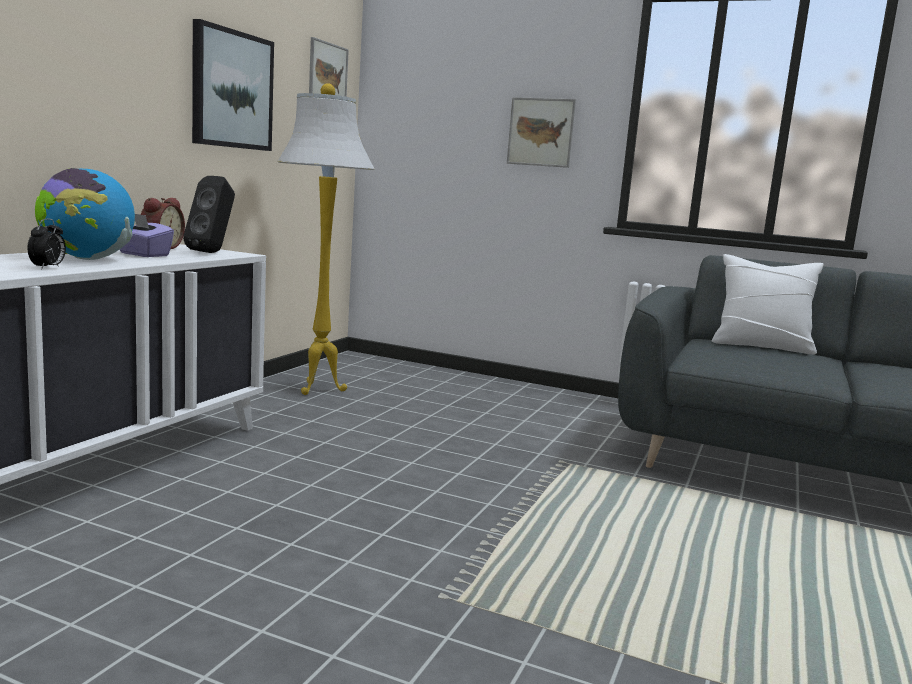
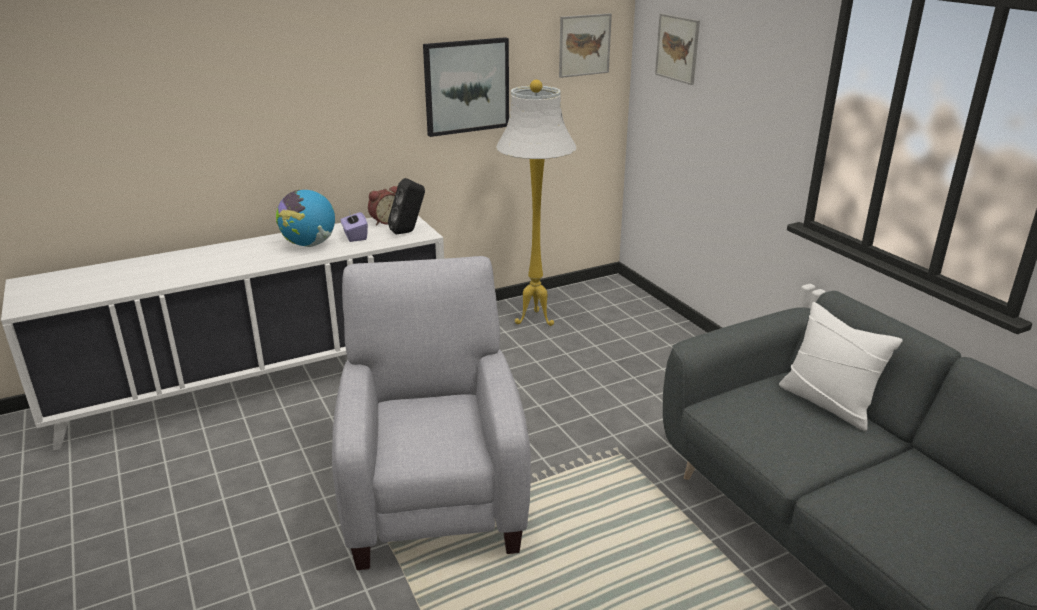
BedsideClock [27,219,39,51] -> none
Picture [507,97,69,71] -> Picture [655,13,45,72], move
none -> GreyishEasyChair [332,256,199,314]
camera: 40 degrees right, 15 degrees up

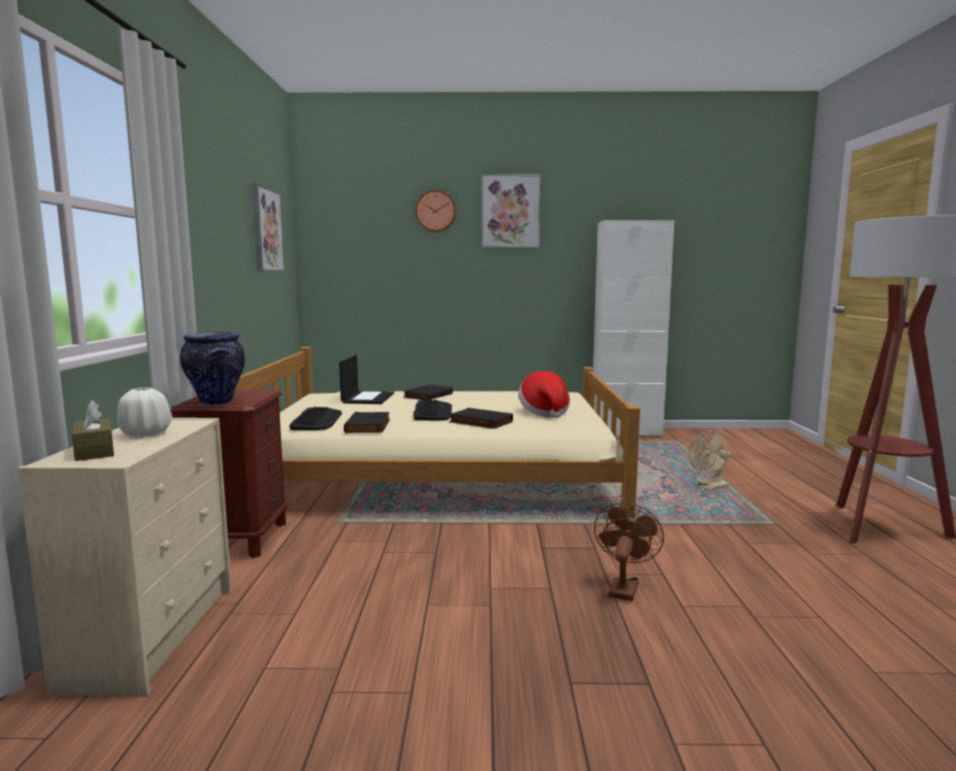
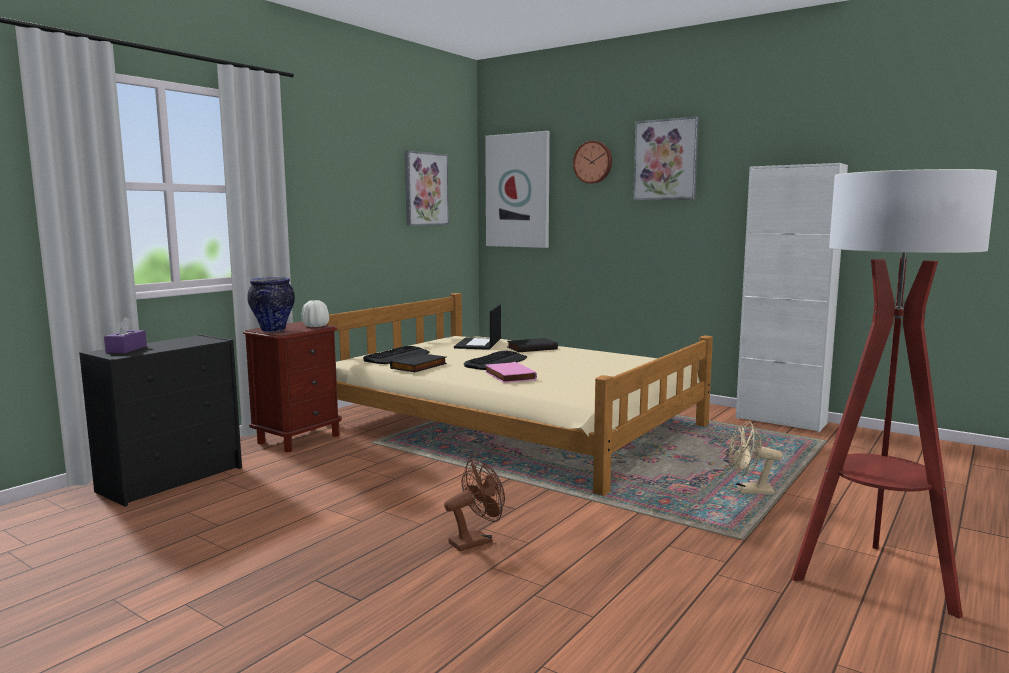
SandColouredDresser [17,418,215,278] -> BlackDresser [79,334,163,173]
BrownishTissueBox [72,400,42,61] -> PurpleTissueBox [104,317,43,36]
WhiteDecorativeVase [117,388,54,49] -> WhiteDecorativeVase [301,300,28,27], move
NotebookComputer [339,355,55,49] -> NotebookComputer [454,304,47,46], 150 degrees clockwise
BlackBoundBook [449,408,64,21] -> PinkBoundBook [485,362,52,21]
Hat [518,371,52,47] -> none
none -> Picture [485,131,65,117]
camera: 35 degrees right, 0 degrees up

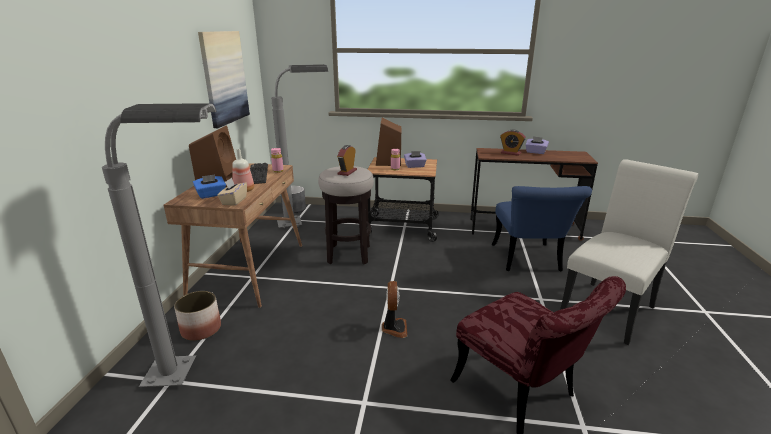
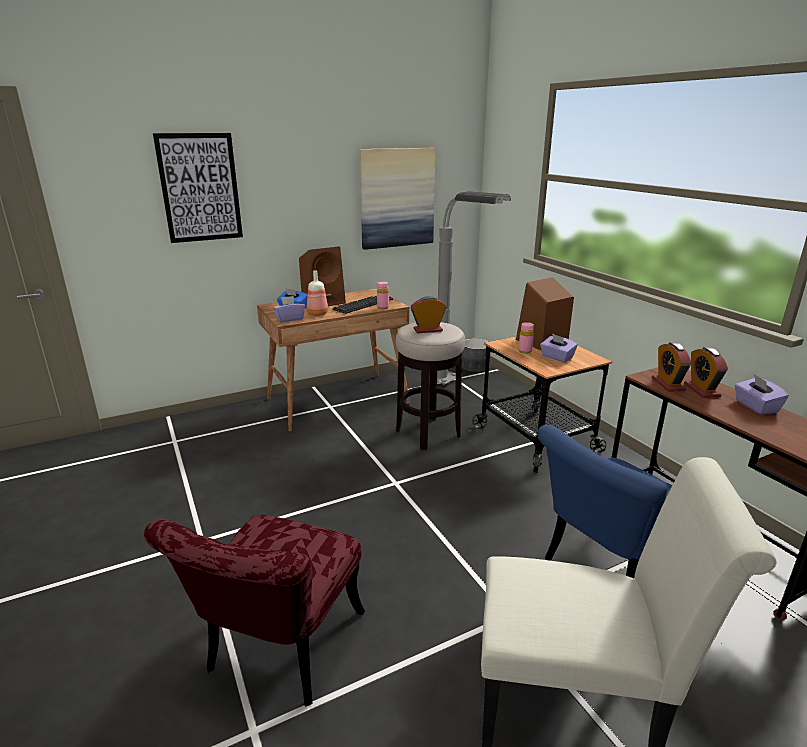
GreyishFloorLamp [102,103,115,284] -> none
Planter [174,291,47,50] -> none
SandColouredTissueBox [217,178,30,28] -> PurpleTissueBox [273,296,32,26]
CoolingFan [382,281,25,57] -> none
none -> Picture [153,133,90,110]
none -> BedsideClock [652,342,39,50]
camera: 55 degrees right, 0 degrees up

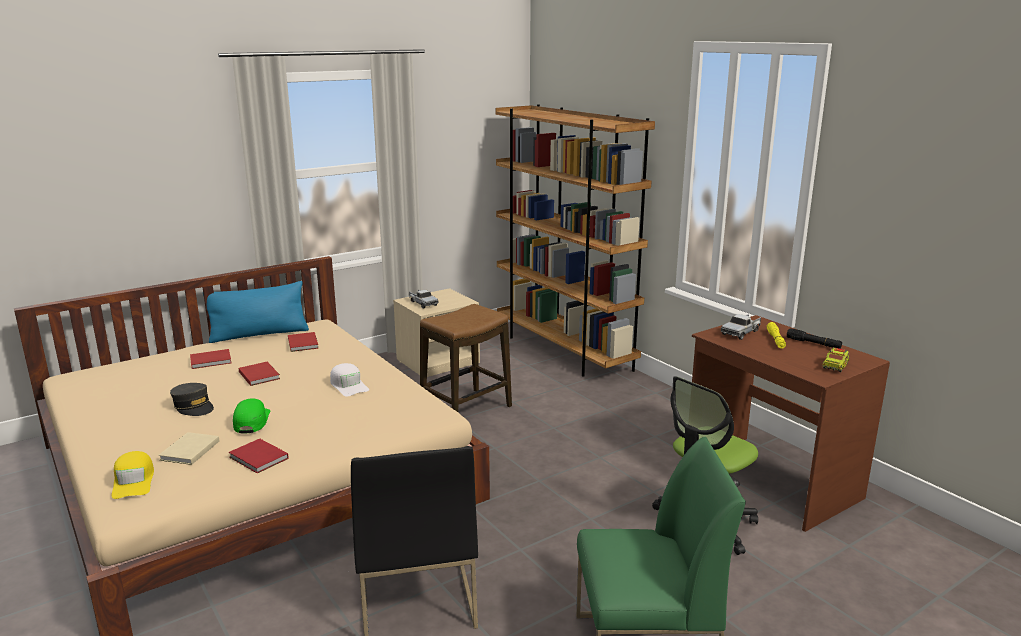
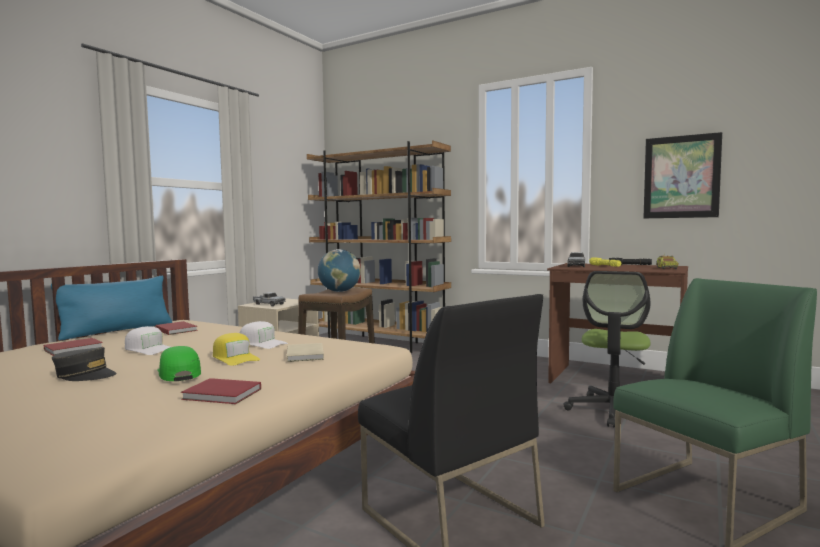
YellowColouredCap [112,451,42,48] -> YellowColouredCap [213,333,47,33], move
SandColouredBoundBook [159,432,60,33] -> SandColouredBoundBook [287,343,37,19], move
RedBoundBook [239,362,41,24] -> WhiteCap [125,326,45,29]
none -> Globe [318,249,43,43]
none -> Picture [644,132,78,86]
camera: 25 degrees left, 15 degrees down

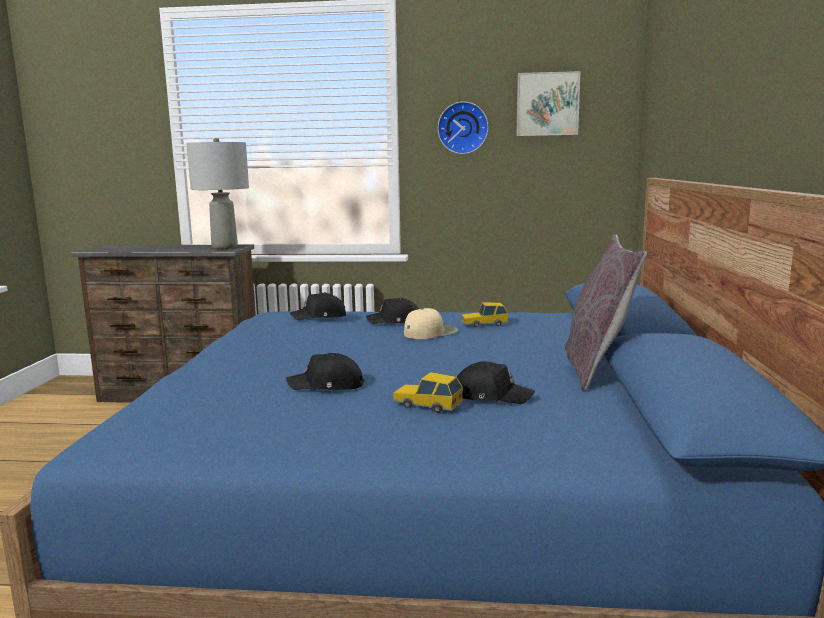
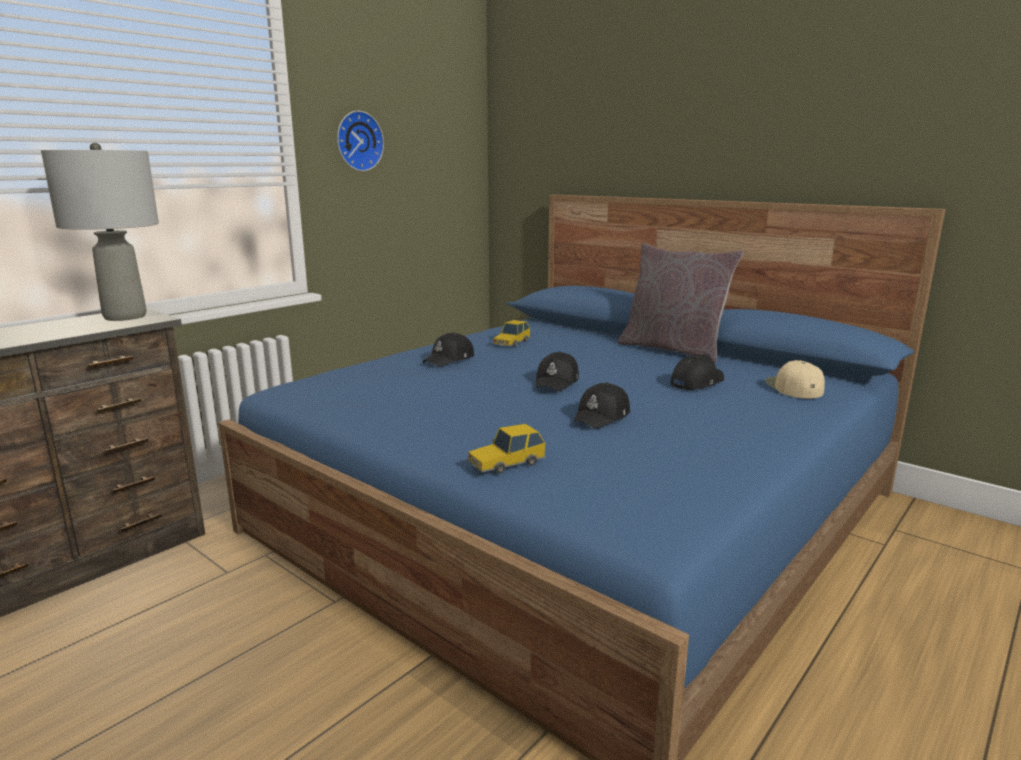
BlackCap [290,292,56,28] -> BlackCap [536,351,43,41], move
ModelCar [392,372,72,41] -> ModelCar [467,424,79,49], move
SandColouredCap [404,308,54,31] -> SandColouredCap [765,360,60,39], move
Picture [517,71,64,65] -> none
camera: 55 degrees left, 5 degrees up

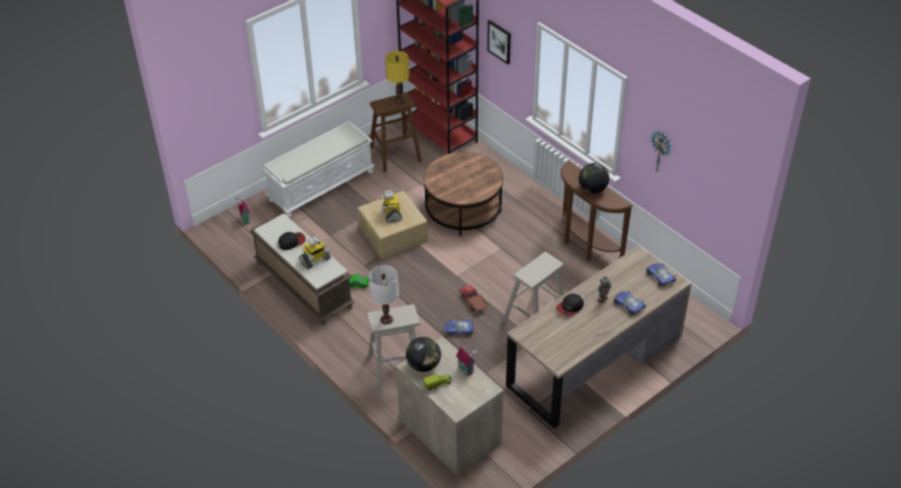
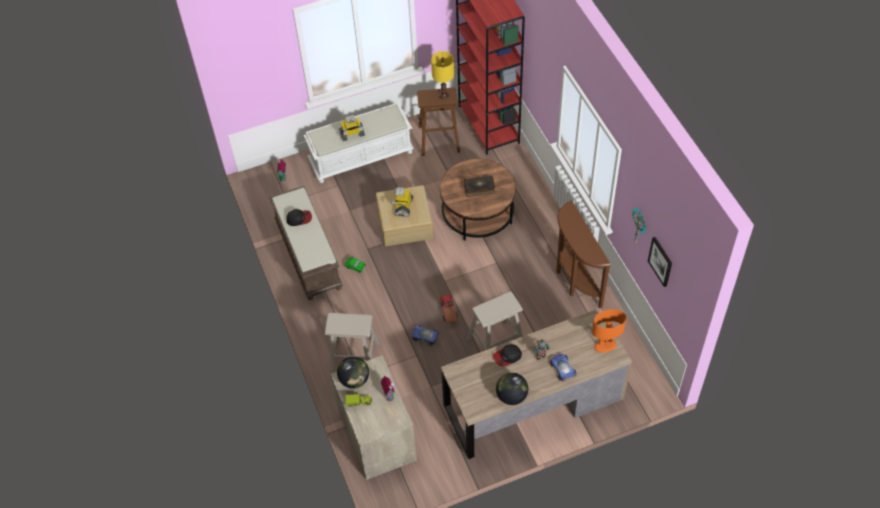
ToyRobot [299,236,32,34] -> ToyRobot [339,115,26,26], move
WhiteTabletopLamp [369,265,30,60] -> none
Picture [487,20,24,44] -> Picture [648,237,24,50], move
Globe [579,163,30,30] -> Globe [496,373,32,32], move
ModelCar [646,263,30,24] -> OrangeyTabletopLamp [592,309,34,43]
none -> BoundBook [464,175,31,22]
camera: 20 degrees right, 10 degrees up

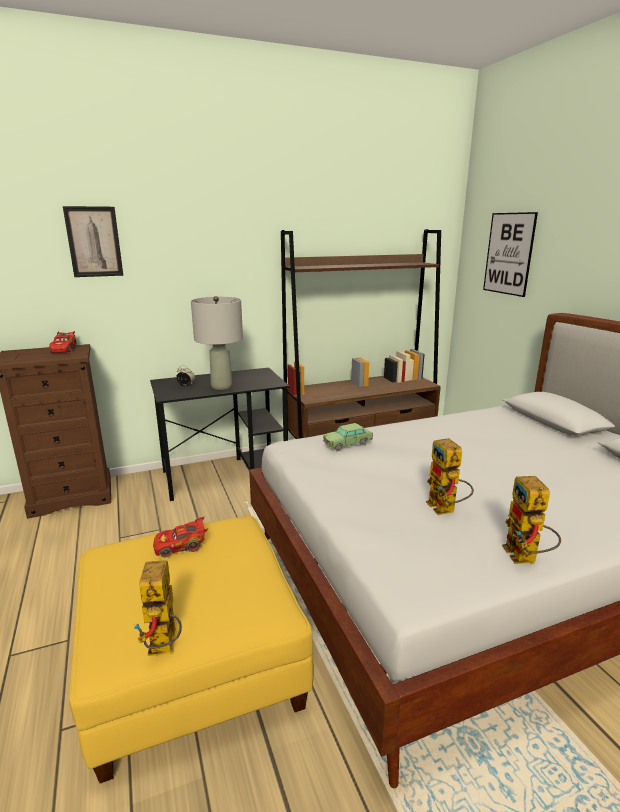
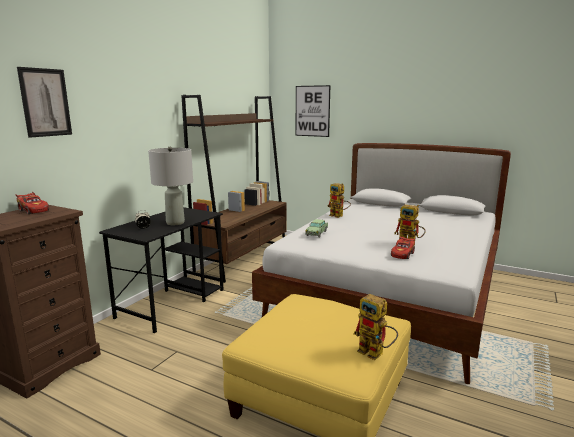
RedModelCar [153,516,55,42] -> RedModelCar [391,236,24,23], move
ToyRobot [502,476,59,88] -> ToyRobot [327,183,24,35], move
camera: 40 degrees left, 5 degrees down

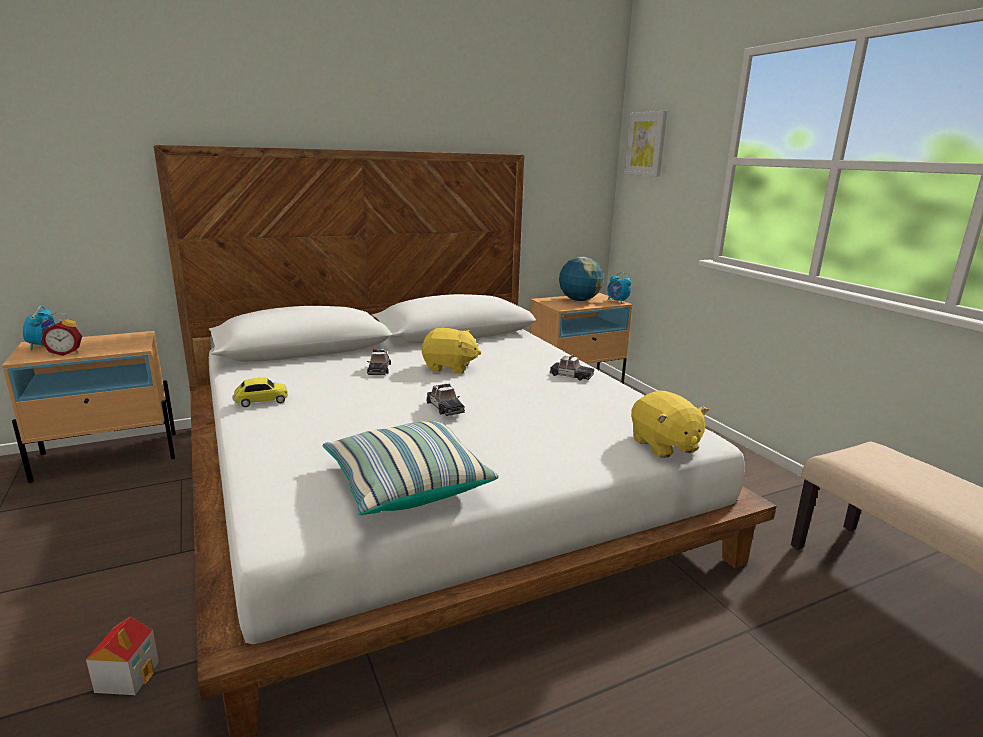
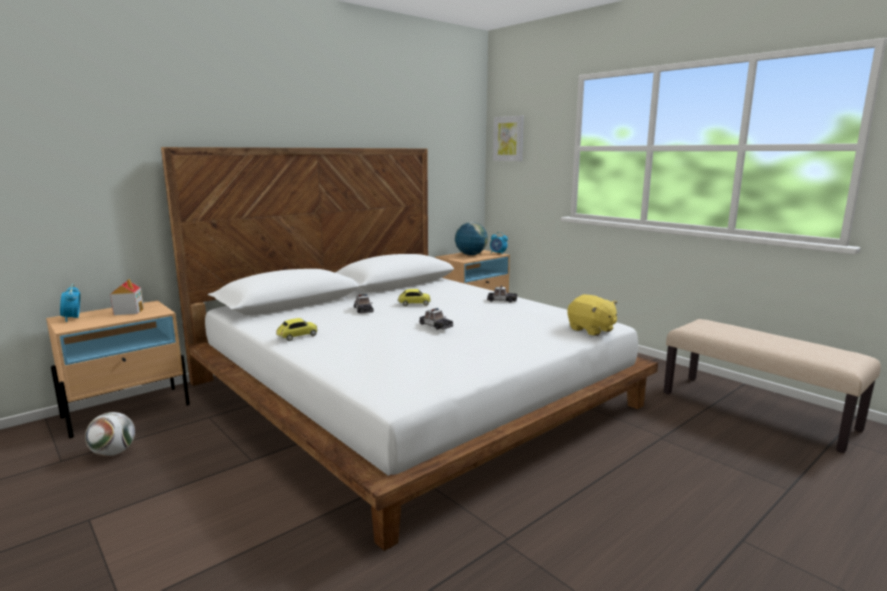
BedsideClock [41,313,41,43] -> none
ModelHouse [86,616,73,79] -> ModelHouse [110,279,34,36], move
ThrowPillow [323,421,176,94] -> none
YellowColouredSoftToy [422,328,59,45] -> ModelCar [398,289,33,17]
none -> Football [85,412,50,44]
camera: 15 degrees left, 5 degrees down

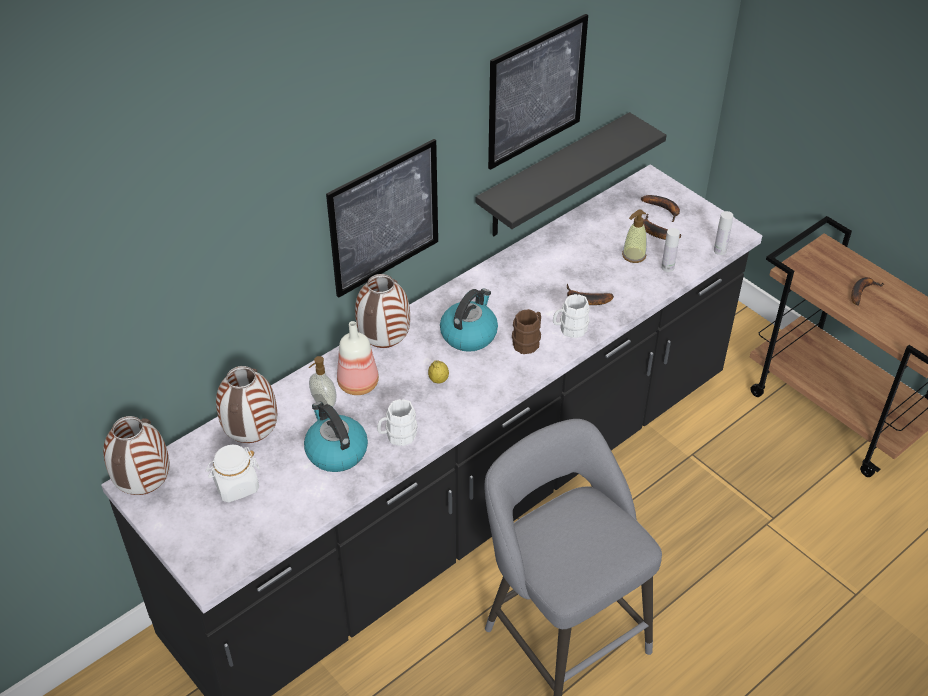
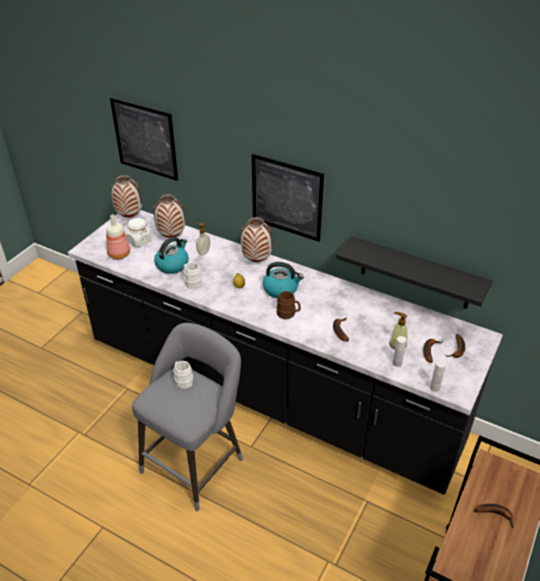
BeverageBottle [337,321,42,74] -> BeverageBottle [106,214,24,45], move
Picture [488,14,100,156] -> Picture [110,97,68,84], move
WhiteCoffeeMug [553,294,37,44] -> WhiteCoffeeMug [173,361,20,28], move
camera: 70 degrees right, 5 degrees down

